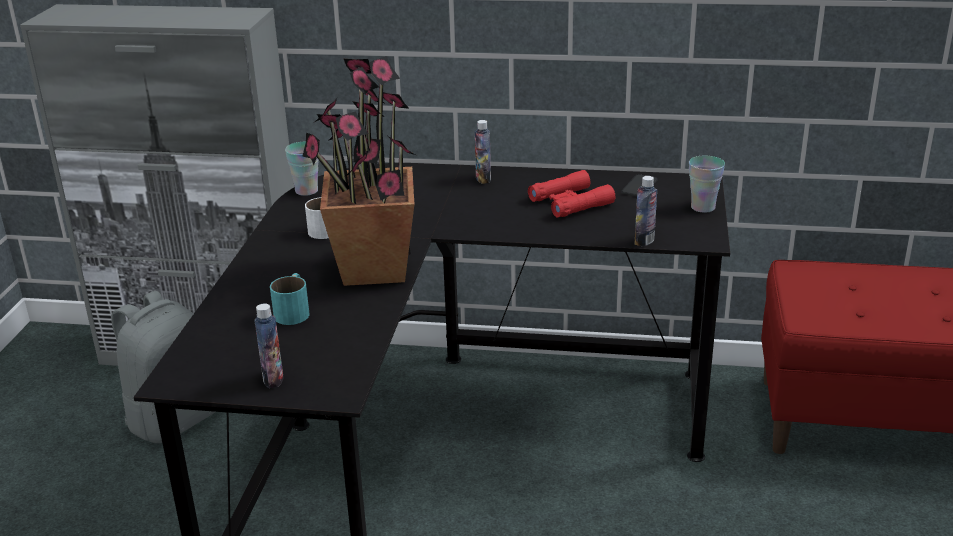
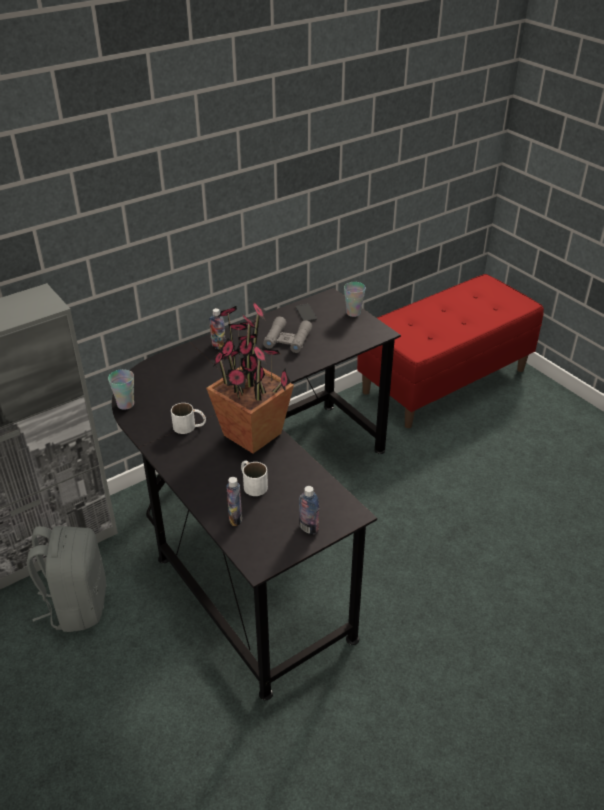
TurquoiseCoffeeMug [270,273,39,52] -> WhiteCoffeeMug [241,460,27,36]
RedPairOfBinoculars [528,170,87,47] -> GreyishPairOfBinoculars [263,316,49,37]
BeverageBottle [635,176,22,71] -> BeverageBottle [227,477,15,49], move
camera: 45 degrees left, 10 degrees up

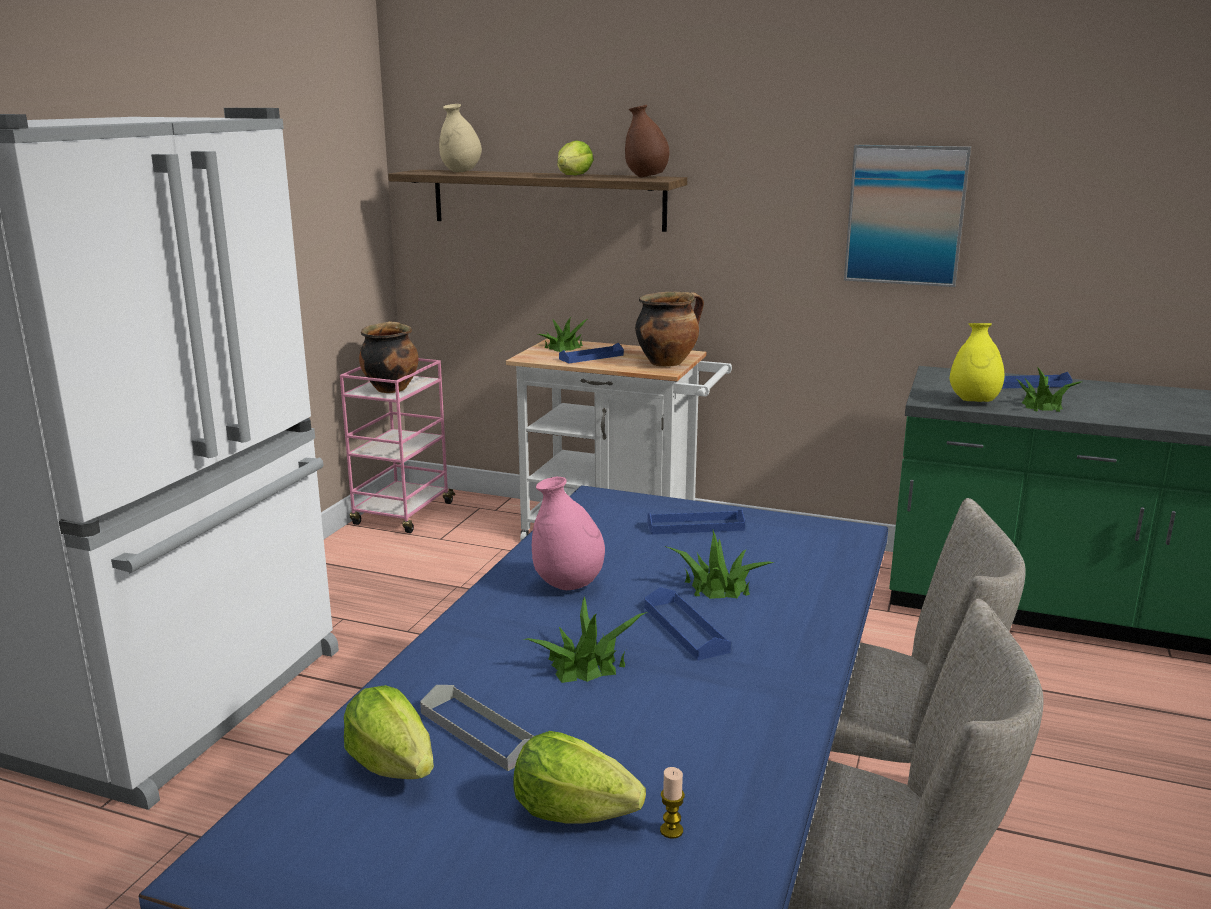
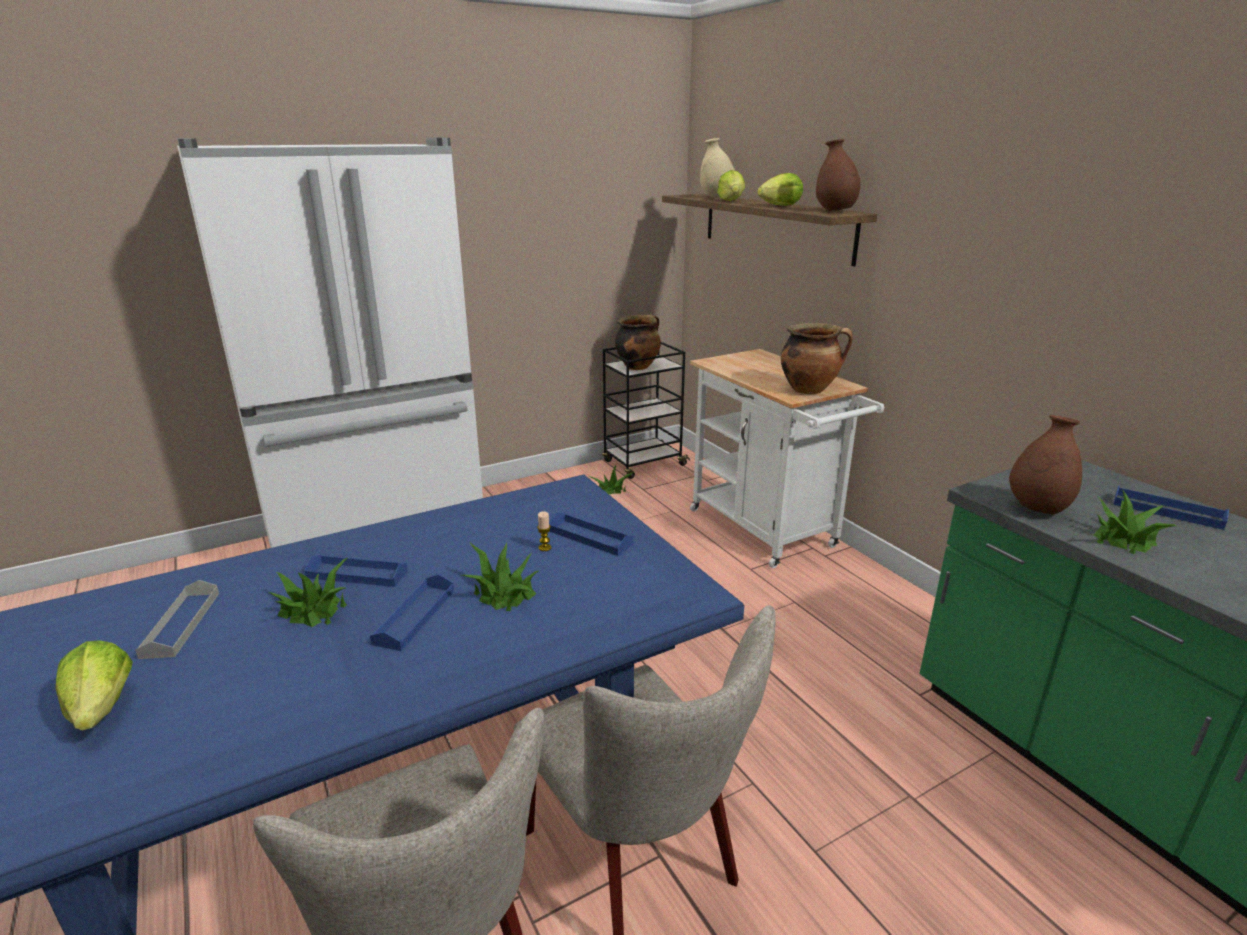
PinkWheeledCart [340,358,115,175] -> BlackWheeledCart [602,342,88,137]
HeadOfLettuce [344,685,90,94] -> HeadOfLettuce [717,170,28,31], move
PinkDecorativeVase [532,477,73,113] -> none
Houseplant [537,317,50,35] -> Houseplant [589,465,46,29], move
BluishTray [559,343,65,21] -> BluishTray [305,555,103,32], move
WaxCandle [660,767,25,72] -> WaxCandle [537,511,15,40], move
Picture [844,145,127,142] -> none
YellowColouredDecorativeVase [950,323,54,79] -> BrownishDecorativeVase [1009,415,73,99]
camera: 40 degrees right, 5 degrees up

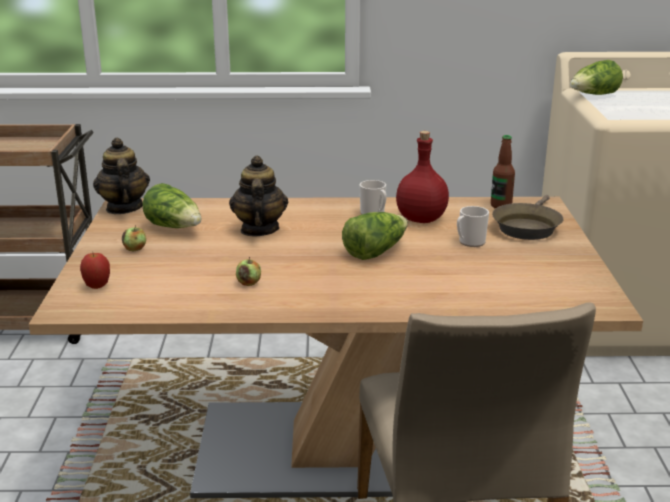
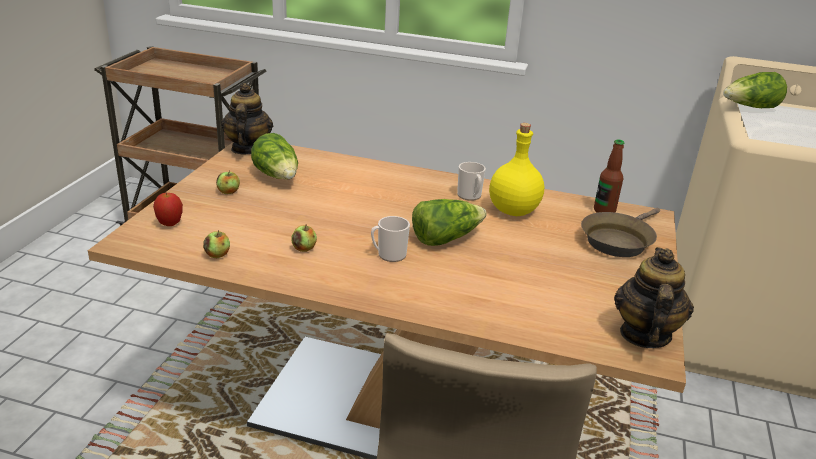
PotForTea [229,156,59,81] -> PotForTea [614,247,80,101], move
RedBeverageBottle [396,131,53,92] -> YellowColouredBeverageBottle [489,123,55,93]
CoffeeMug [457,206,32,41] -> CoffeeMug [371,216,39,46], move
none -> Apple [203,230,27,28]
camera: 15 degrees right, 5 degrees up

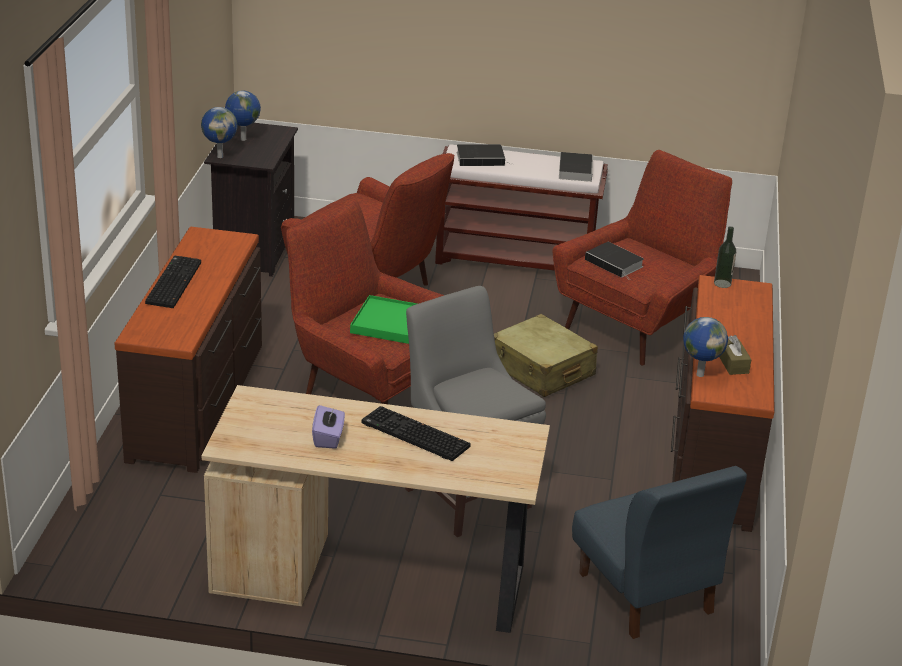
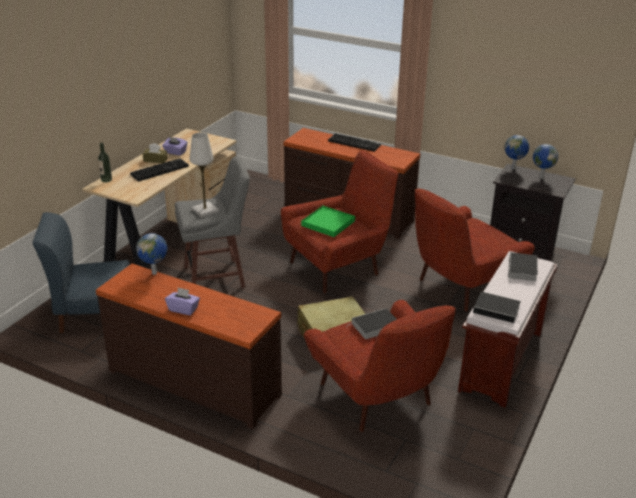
BeverageBottle [714,226,22,62] -> BeverageBottle [98,142,14,41], move
BrownishTissueBox [719,335,33,40] -> BrownishTissueBox [143,143,25,20], move
none -> PurpleTissueBox [165,287,35,28]
none -> WhiteTabletopLamp [190,132,29,85]
camera: 110 degrees right, 0 degrees up

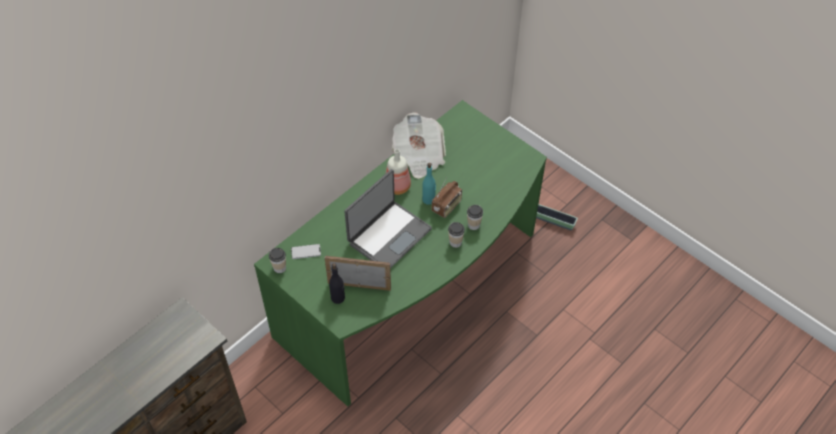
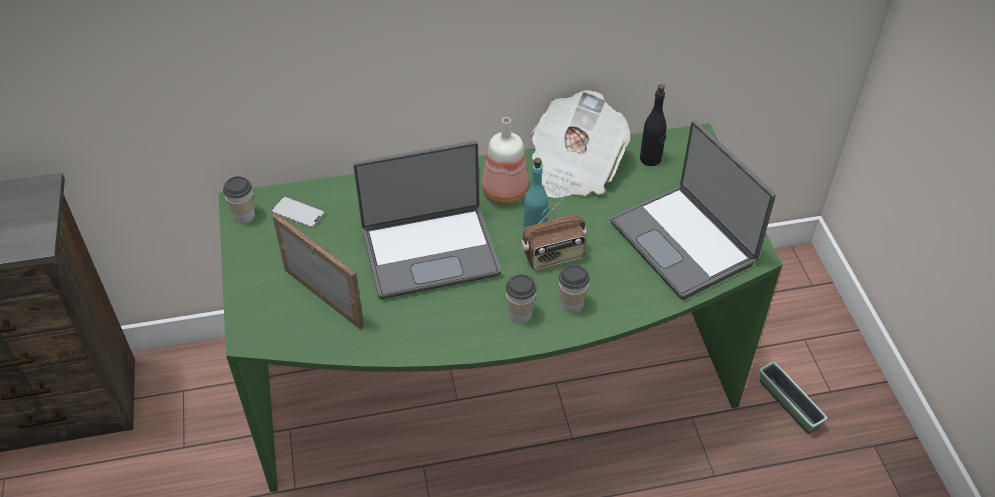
BlackBeverageBottle [329,263,16,41] -> BlackBeverageBottle [640,84,26,82], move
none -> NotebookComputer [610,121,166,179]
camera: 35 degrees right, 5 degrees down

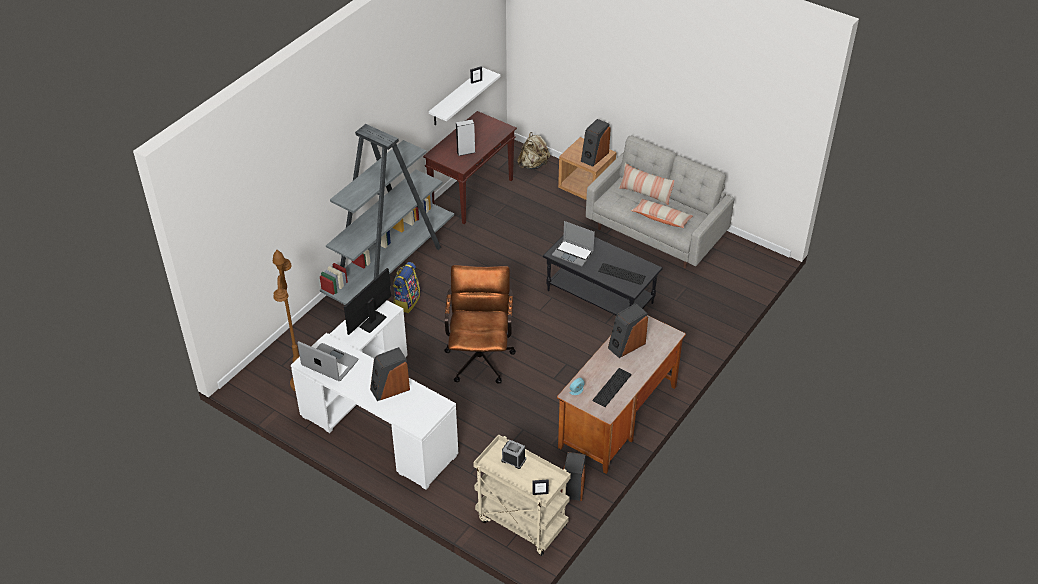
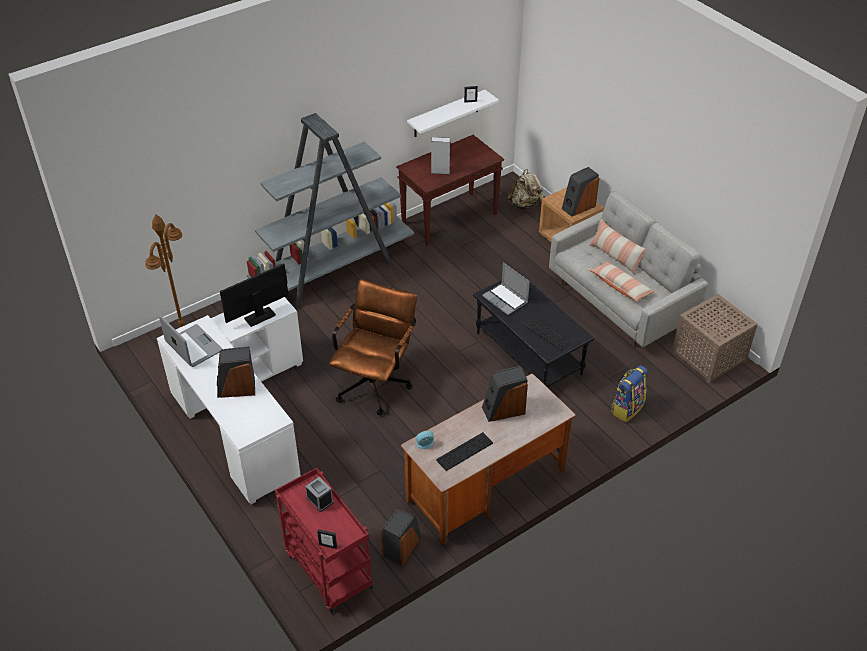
Knapsack [393,262,27,51] -> Knapsack [611,366,37,56], move
SandColouredWheeledCart [473,434,98,122] -> RedWheeledCart [275,468,98,145]
none -> BrownishAccentTable [672,294,85,90]
camera: 20 degrees right, 0 degrees up

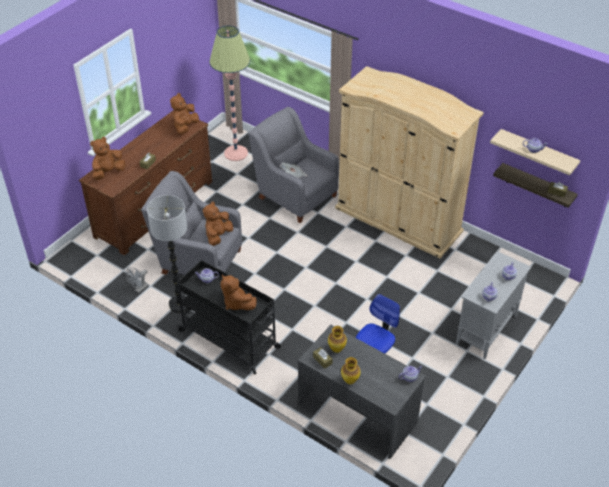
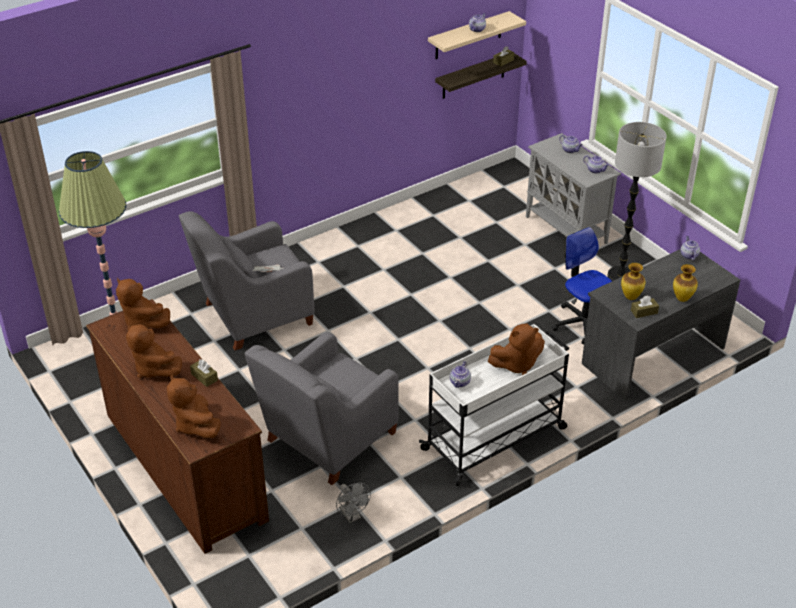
FloorLamp [147,195,41,118] -> FloorLamp [607,122,60,159], move
BlackWheeledCart [177,260,104,115] -> WhiteWheeledCart [419,324,150,162]
BrownishSoftToy [203,202,30,44] -> BrownishSoftToy [126,323,56,55], move
SandColouredClothesCupboard [335,66,149,192] -> none
camera: 70 degrees left, 5 degrees down

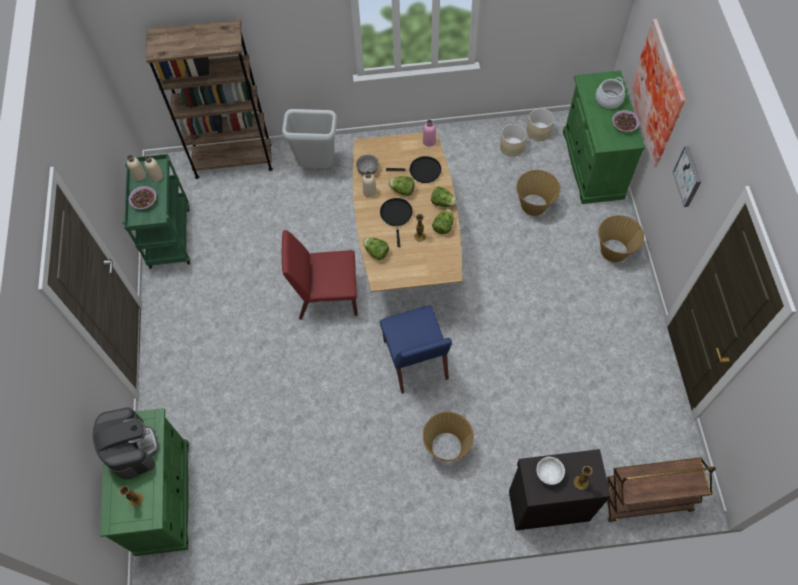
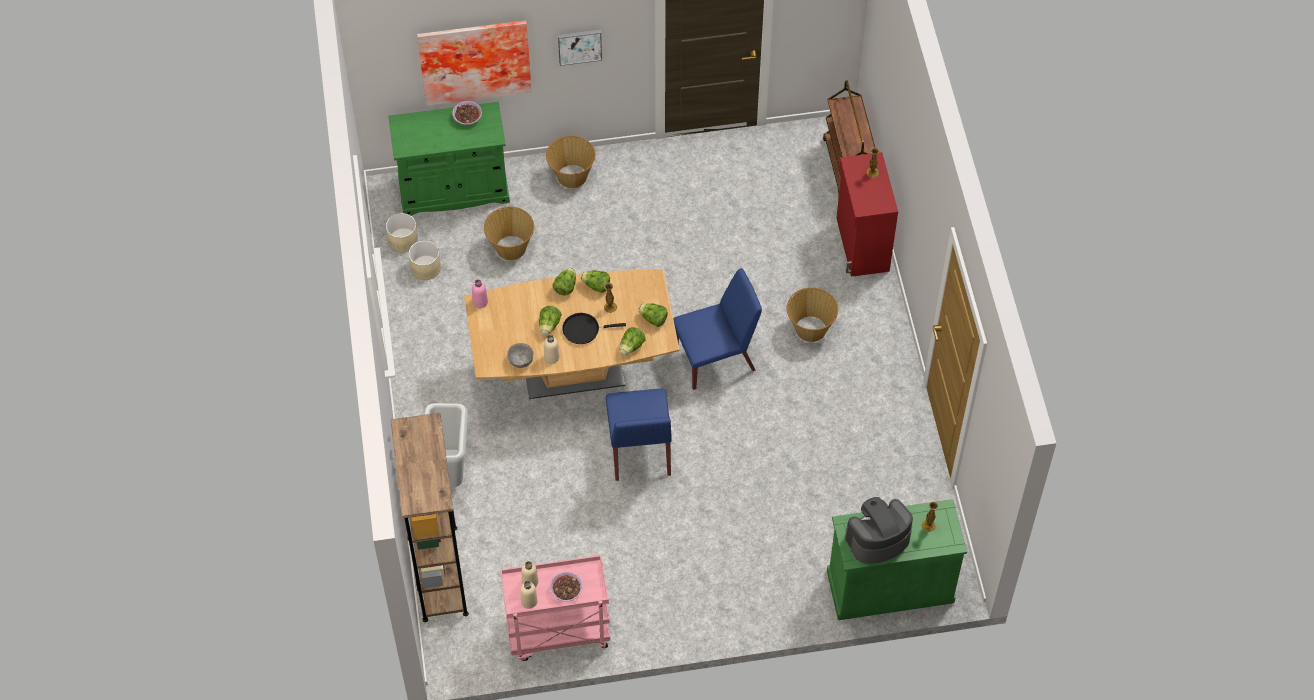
GreenColouredWheeledCart [122,154,68,115] -> PinkWheeledCart [500,554,110,107]
RedUprightChair [282,230,76,89] -> BluishUprightChair [606,389,66,92]
BlackPan [386,156,55,27] -> none
BlackCabinet [509,449,102,81] -> RedCabinet [836,152,62,124]
WhiteServingBowl [537,456,28,29] -> none
CookingPot [596,77,29,32] -> none
none -> HeadOfLettuce [638,303,30,24]
camera: 95 degrees left, 5 degrees down

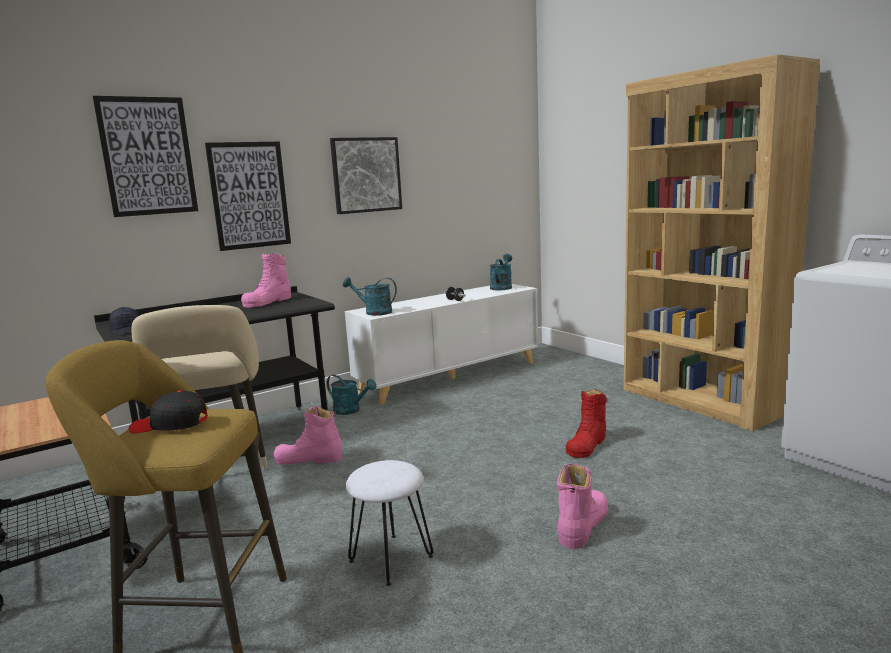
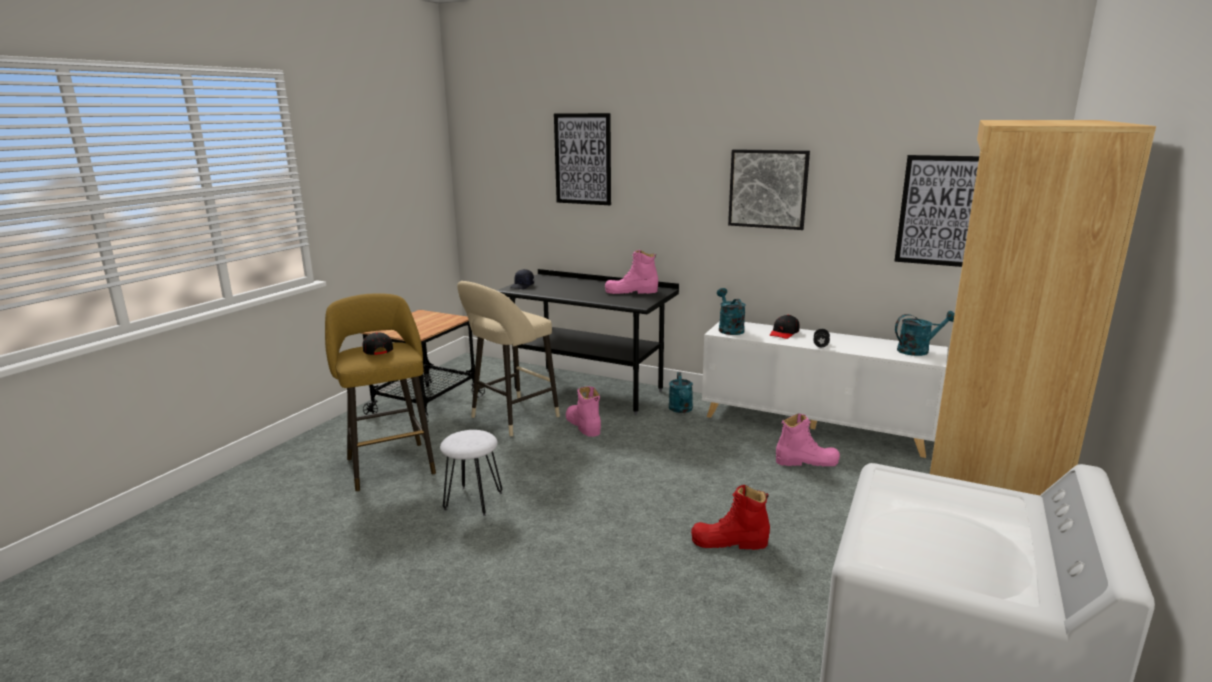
Picture [205,142,86,109] -> Picture [894,155,85,112], move
PinkBoot [557,463,51,86] -> PinkBoot [776,413,64,53], move
none -> BlackCap [770,315,29,24]
camera: 60 degrees right, 5 degrees up

